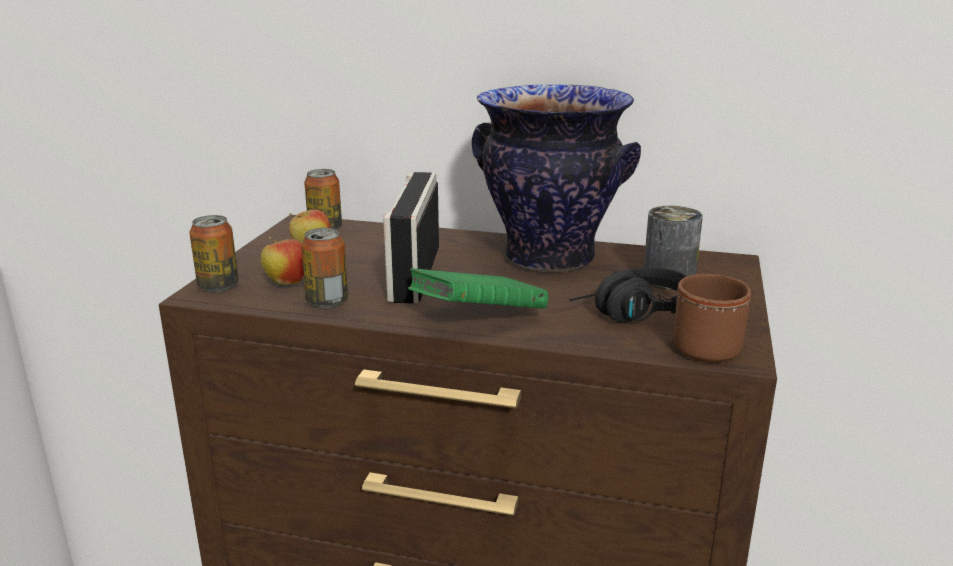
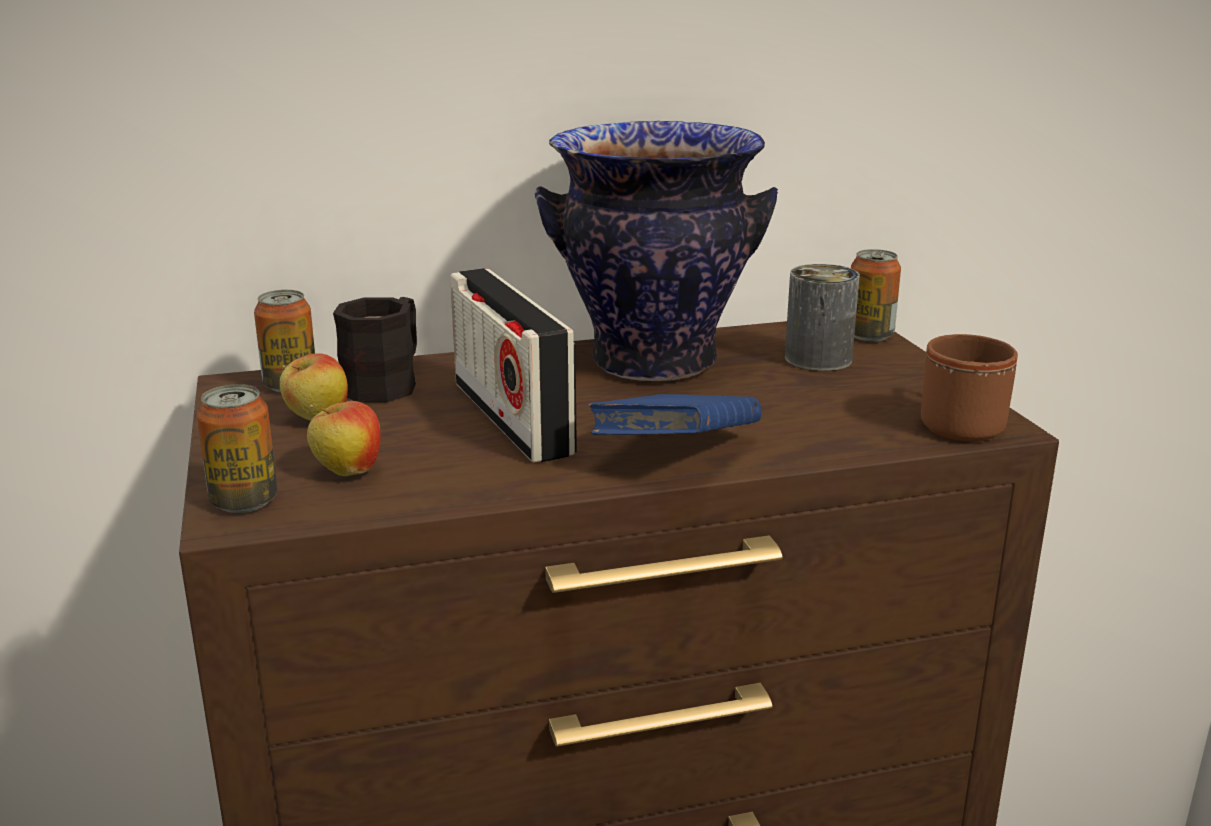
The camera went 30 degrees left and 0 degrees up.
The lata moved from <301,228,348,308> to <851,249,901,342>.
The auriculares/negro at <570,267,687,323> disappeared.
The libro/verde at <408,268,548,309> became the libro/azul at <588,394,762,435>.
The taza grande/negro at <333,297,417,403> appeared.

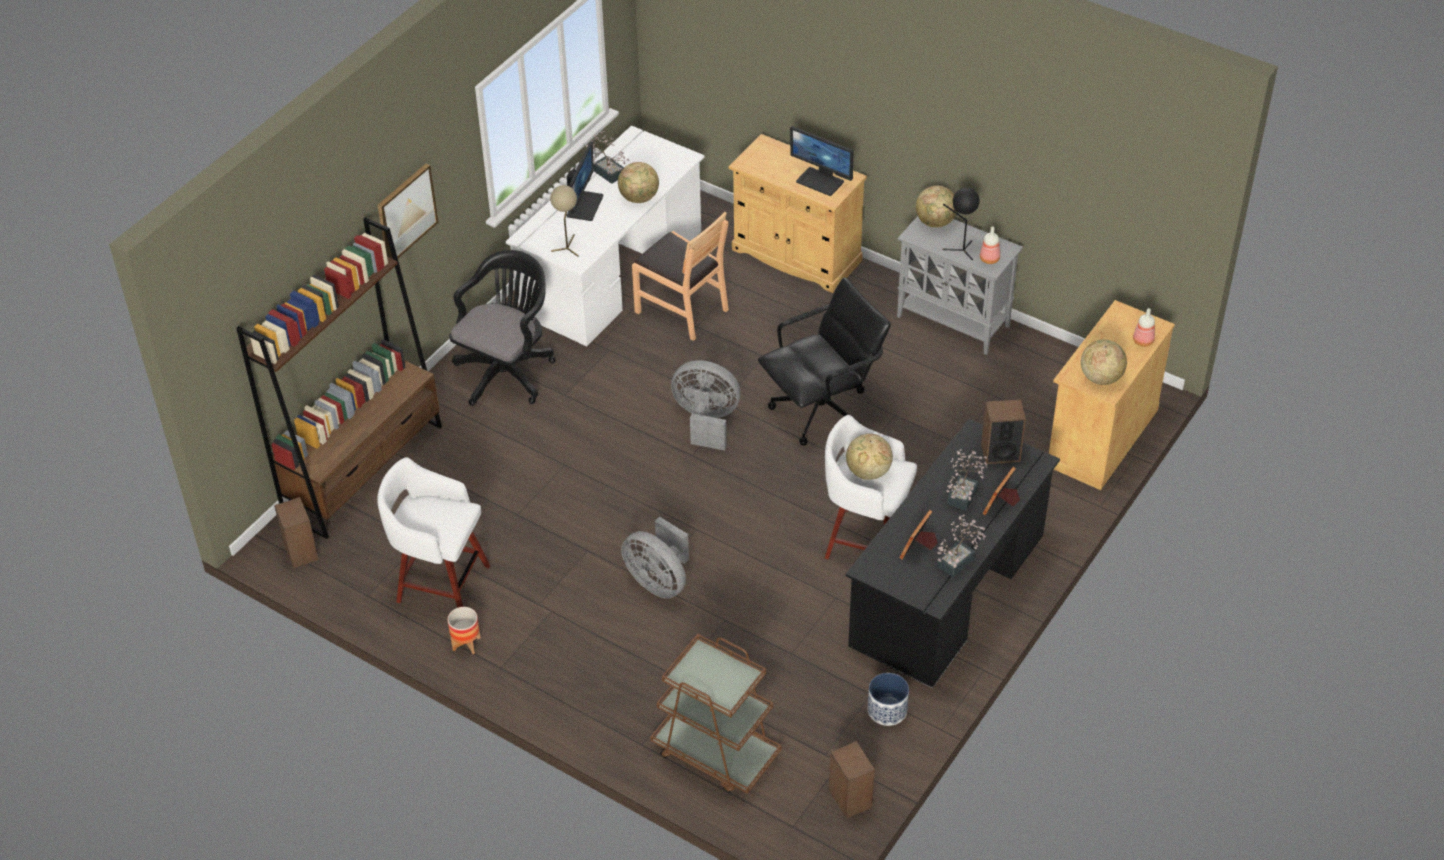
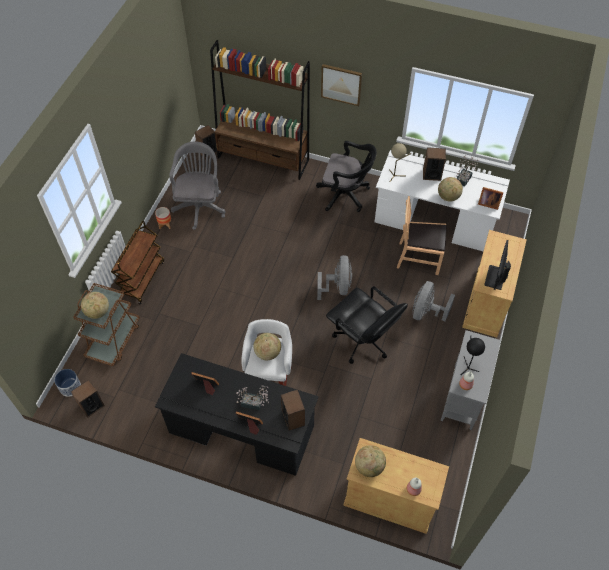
The camera went 75 degrees right and 10 degrees up.
The monitor at <567,141,603,221> was replaced by the altavoz at <423,147,446,181>.
The globo terráqueo moved from <916,186,957,228> to <81,292,109,319>.
The silla/marrón at <632,212,729,341> turned 75 degrees clockwise.
The taburete/blanco at <377,457,490,608> was replaced by the silla de oficina/gris at <169,142,226,230>.
The planta en maceta at <937,515,986,577> disappeared.
The ventilador/gris moved from <621,517,689,598> to <413,281,455,321>.
The maceta moved from <868,673,909,726> to <54,369,81,397>.
The portarretratos at <478,187,504,210> appeared.
The carrito/marrón at <111,221,164,304> appeared.

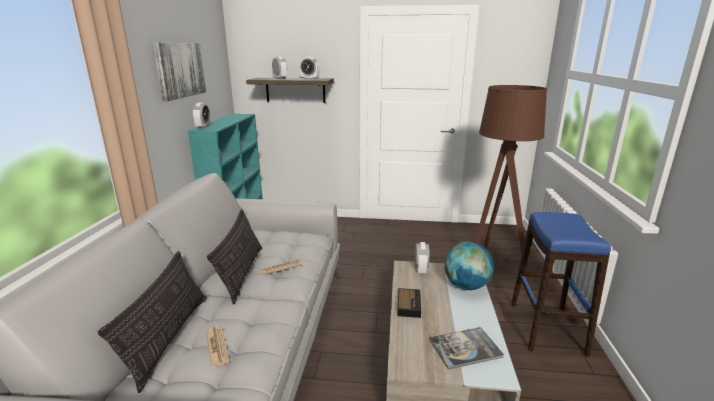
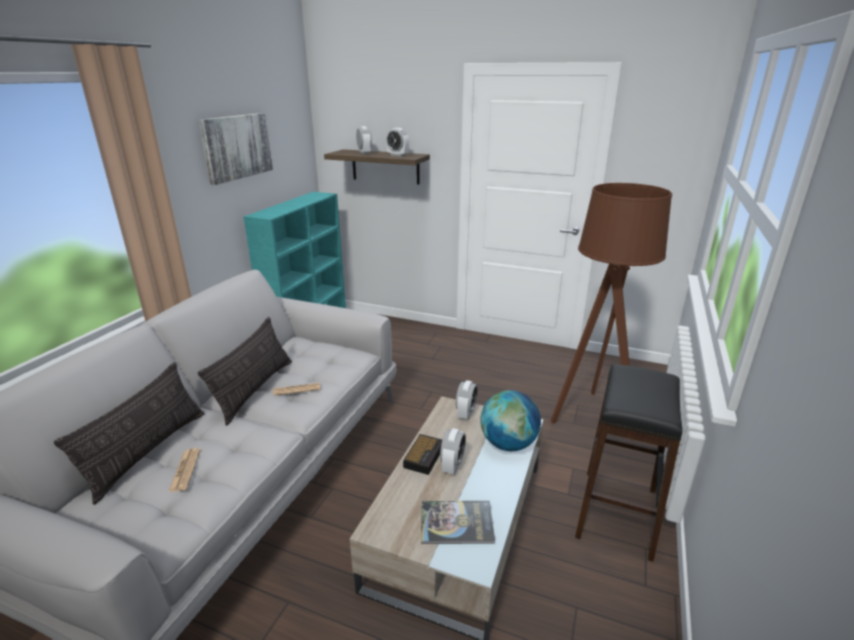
The camera went 15 degrees right and 5 degrees up.
The despertador moved from <192,103,210,129> to <440,428,466,474>.
The taburete/azul at <511,212,611,357> became the taburete/negro at <575,364,682,562>.

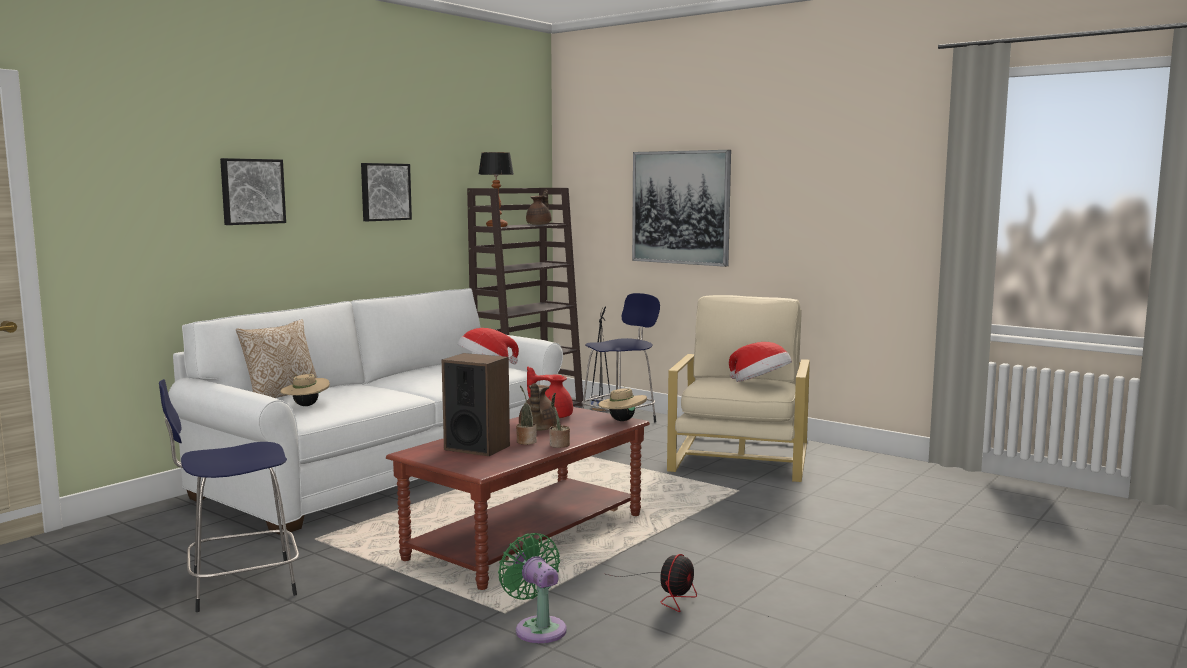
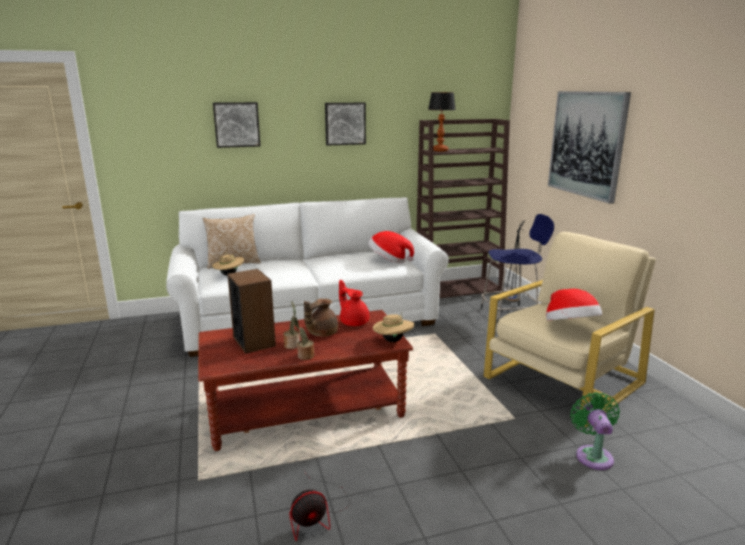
The camera went 35 degrees right and 10 degrees up.
The tetera/marrón at <526,190,552,225> disappeared.
The taburete/azul at <159,379,299,612> disappeared.
The ventilador/verde moved from <498,533,567,643> to <570,392,620,470>.

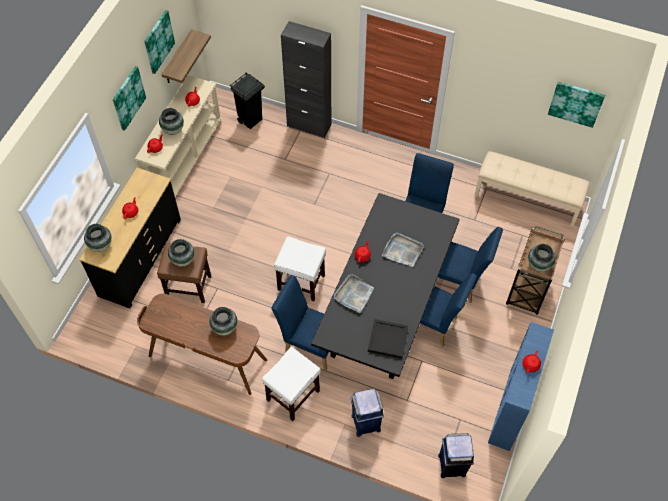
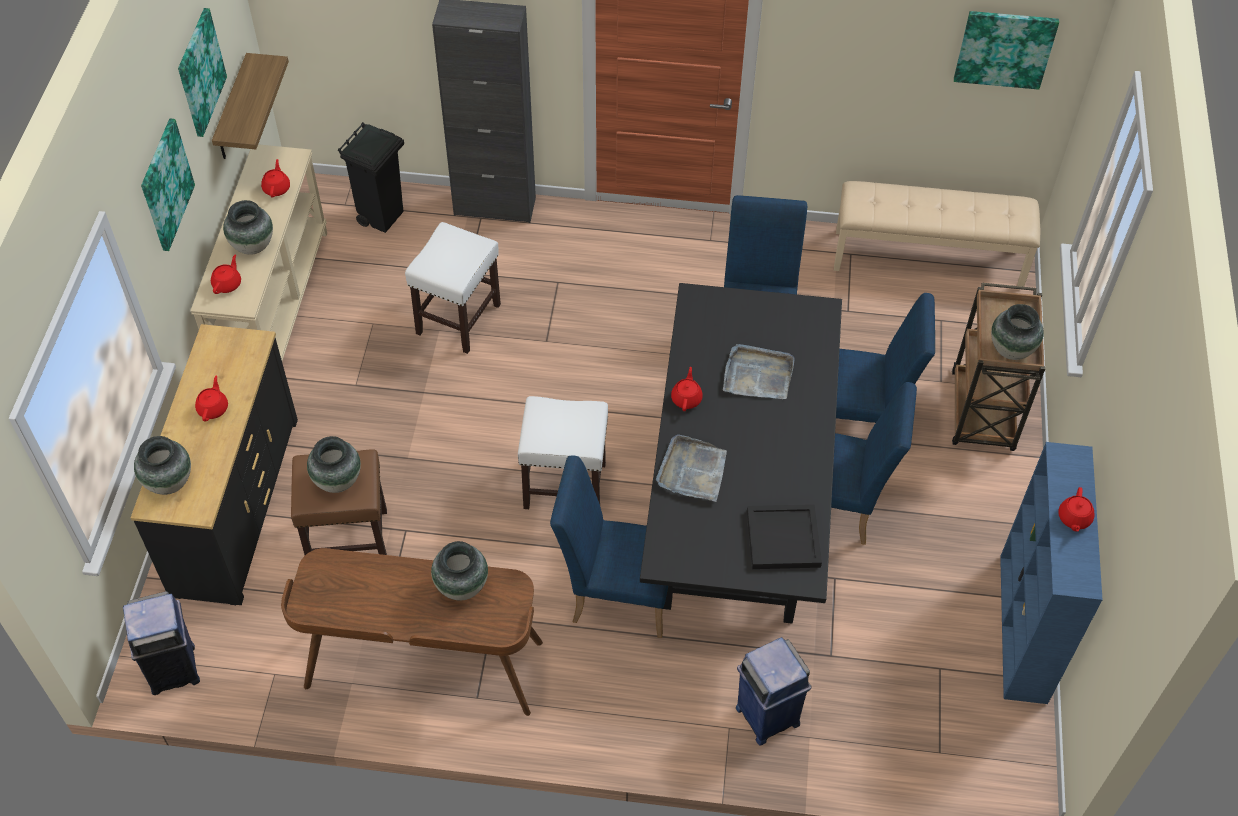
The camera went 15 degrees left and 5 degrees down.
The taburete/blanco moved from <262,347,321,421> to <405,222,501,354>.
The papelera/azul moved from <438,433,474,478> to <123,591,200,695>.

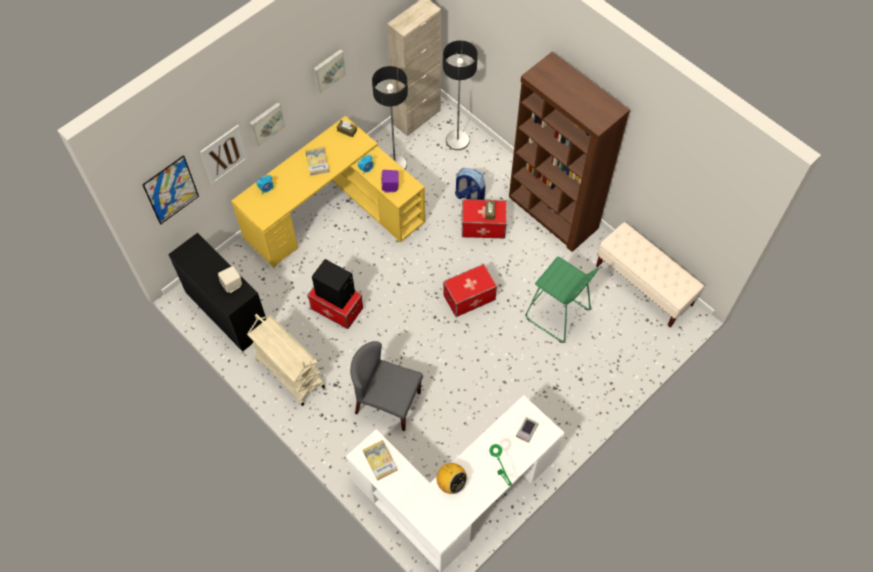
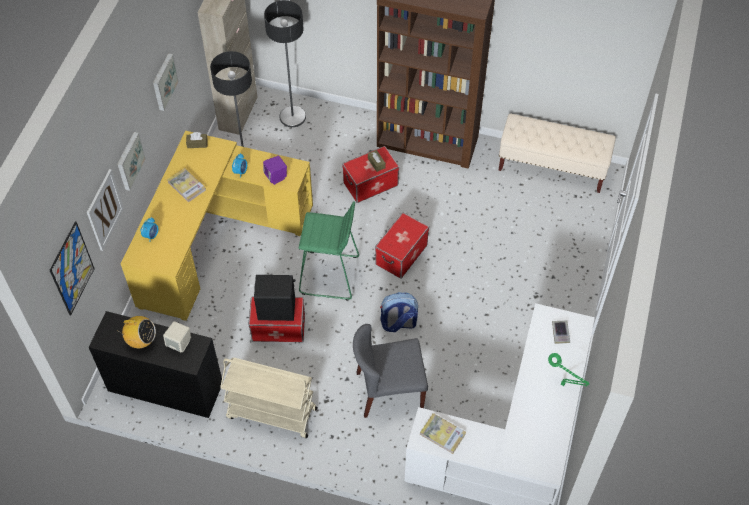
The camera went 30 degrees left and 5 degrees down.
The mochila moved from <455,168,485,200> to <380,292,418,332>.
The taburete/verde moved from <526,257,599,343> to <299,201,359,301>.
The radio moved from <434,463,467,494> to <117,316,156,348>.

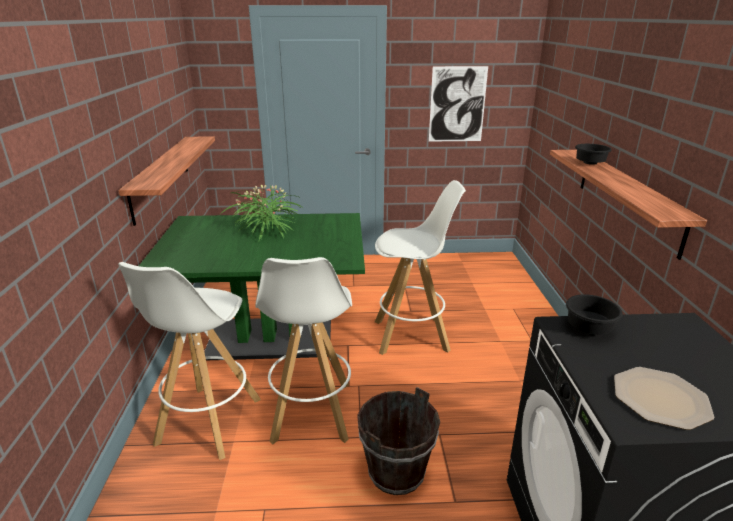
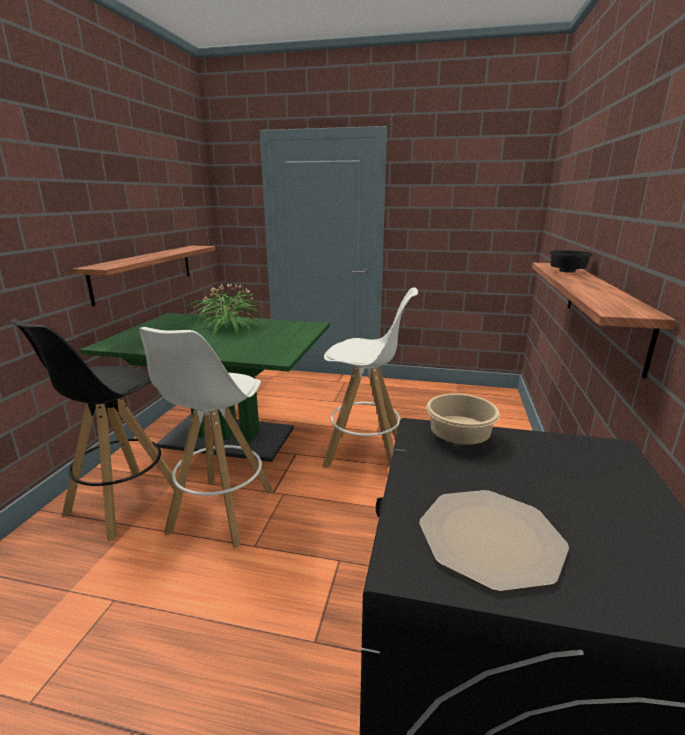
The camera went 15 degrees right and 5 degrees down.
The cuadro at <429,66,488,142> disappeared.
The taburete/blanco at <118,262,261,460> became the taburete/negro at <11,319,177,541>.
The cuenco/negro at <566,294,623,335> became the cuenco/beis at <426,393,500,445>.
The cubo/marrón at <357,387,440,495> disappeared.

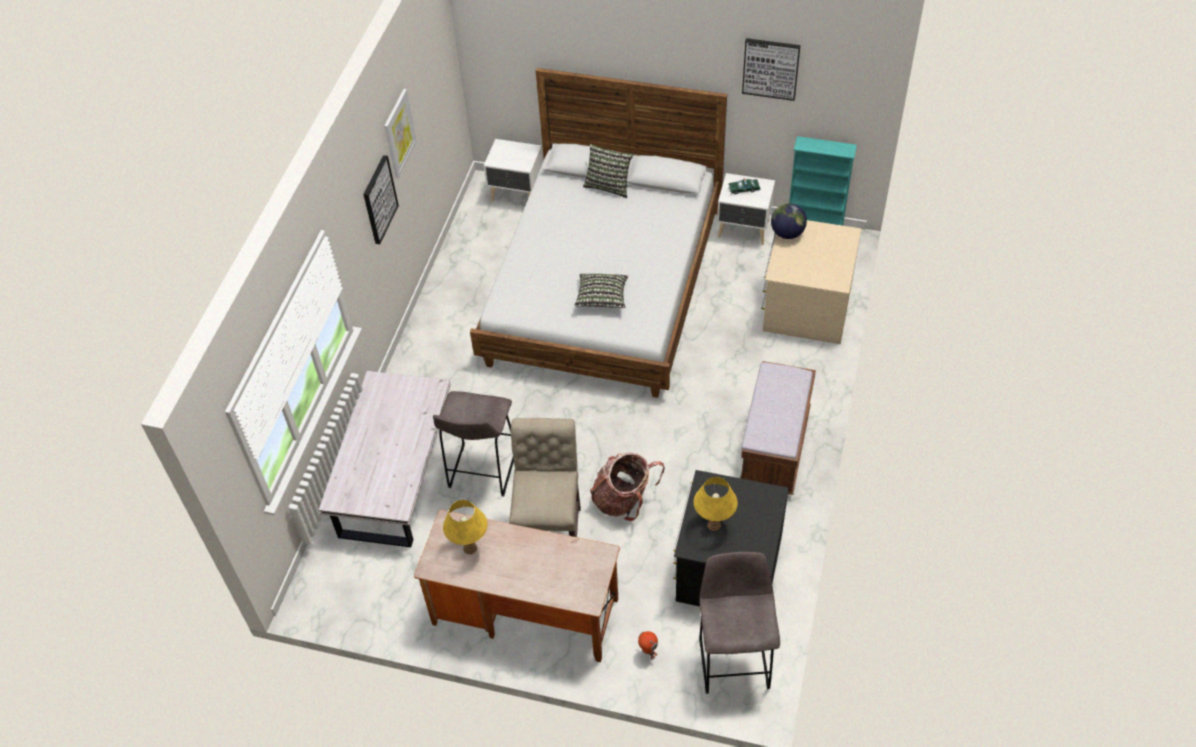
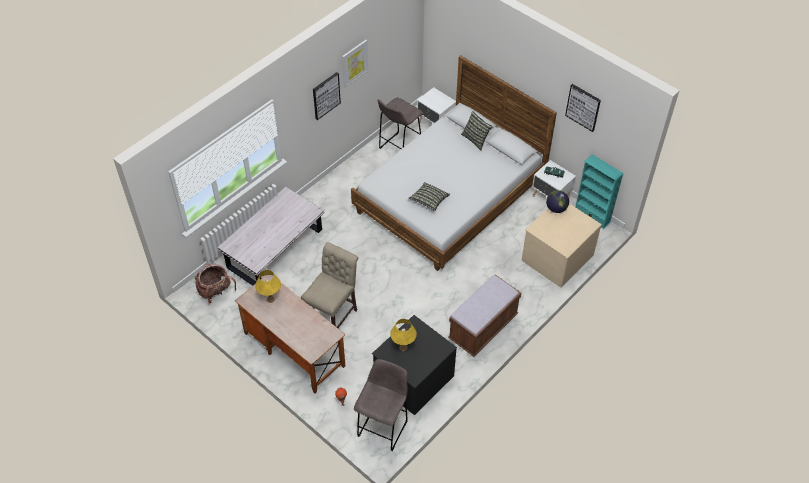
The camera went 25 degrees right and 0 degrees up.
The taburete/gris moved from <433,391,514,496> to <377,98,424,149>.
The mochila moved from <590,452,665,521> to <195,264,236,304>.

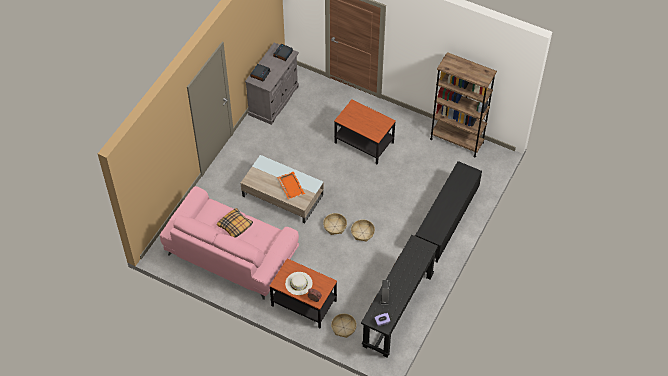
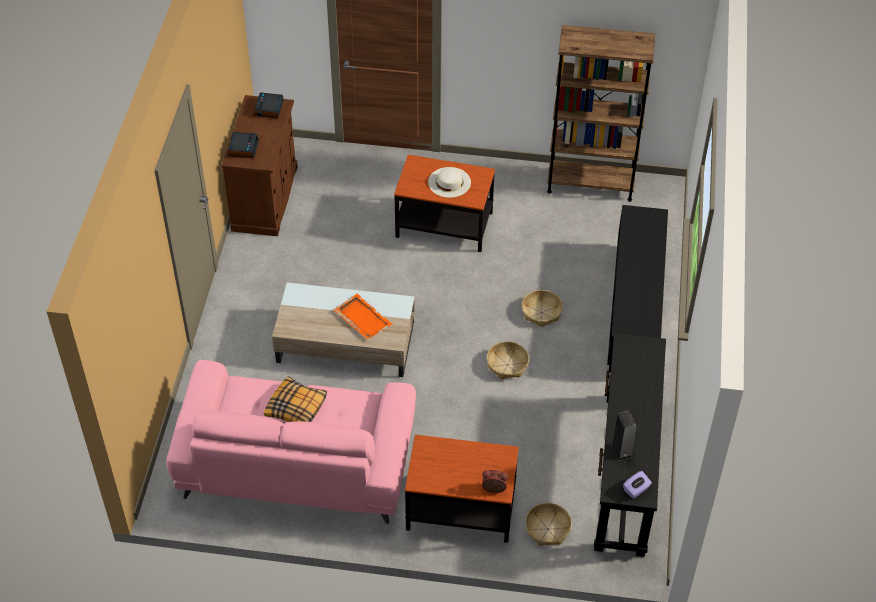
The camera went 20 degrees left and 5 degrees down.
The armario/gris at <245,43,299,125> became the armario/marrón at <222,95,298,236>.
The cesta moved from <323,213,347,235> to <522,290,563,327>.
The sombrero/blanco moved from <285,272,312,295> to <428,167,471,198>.

